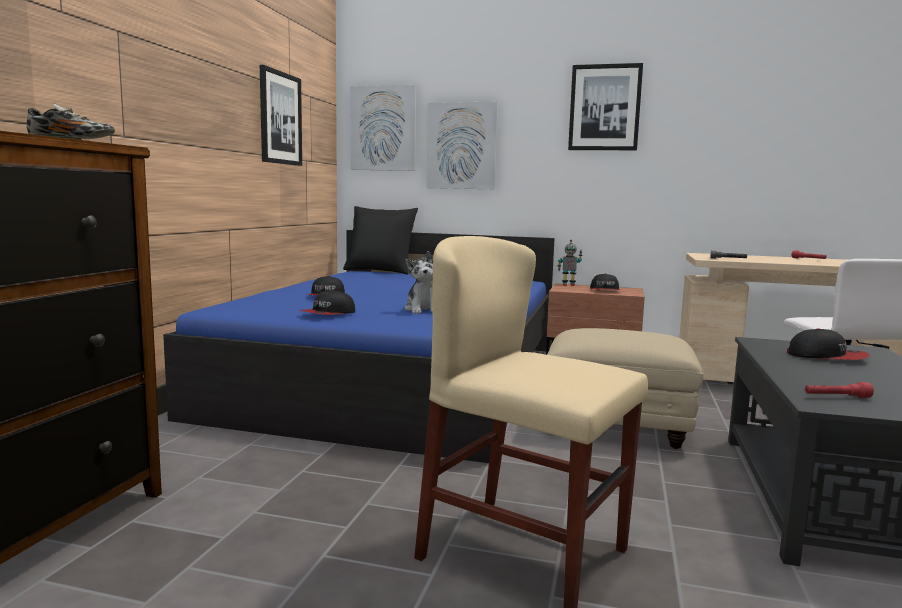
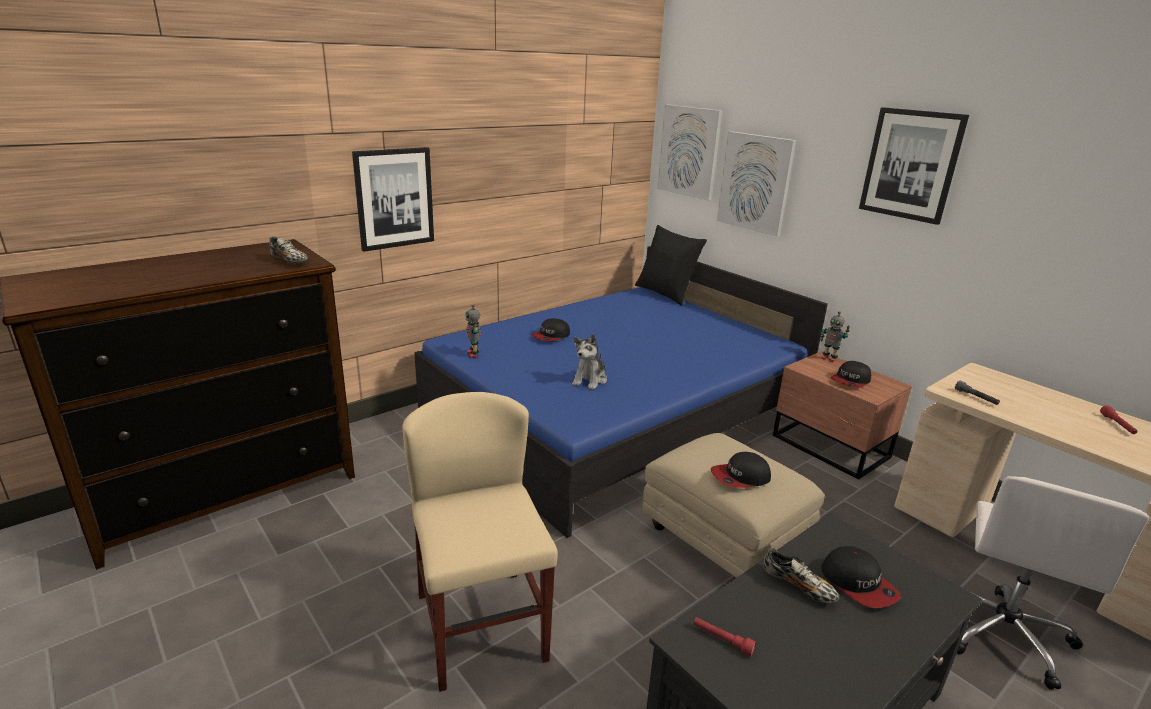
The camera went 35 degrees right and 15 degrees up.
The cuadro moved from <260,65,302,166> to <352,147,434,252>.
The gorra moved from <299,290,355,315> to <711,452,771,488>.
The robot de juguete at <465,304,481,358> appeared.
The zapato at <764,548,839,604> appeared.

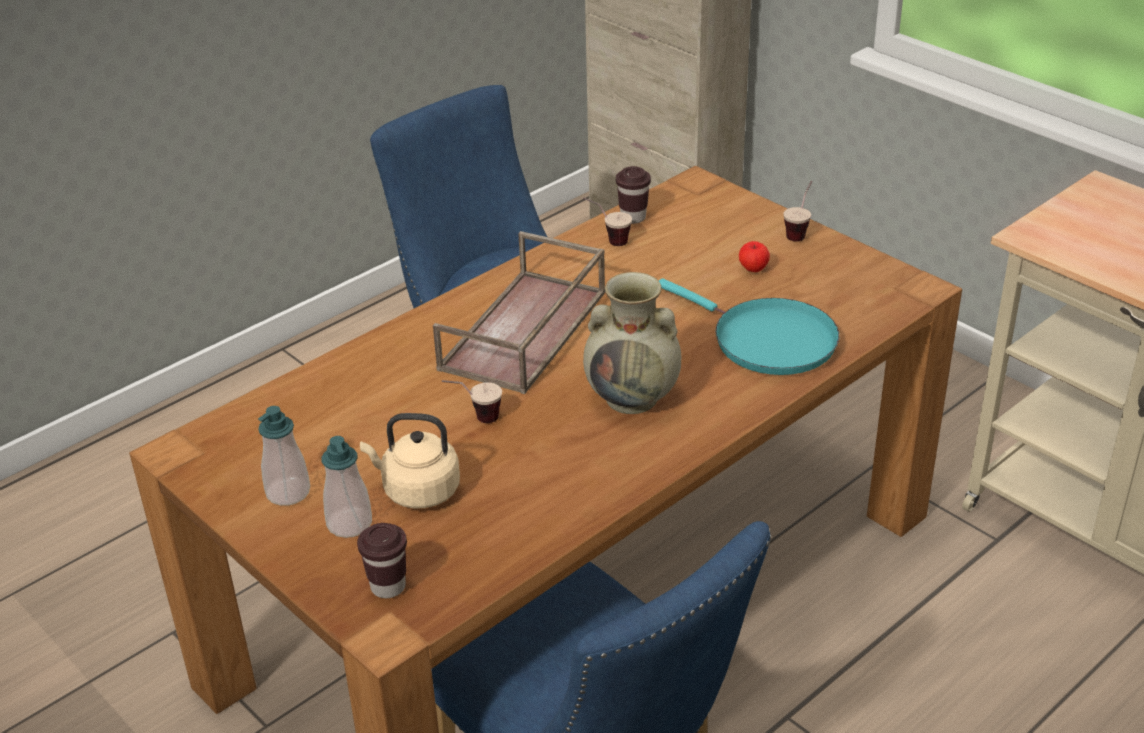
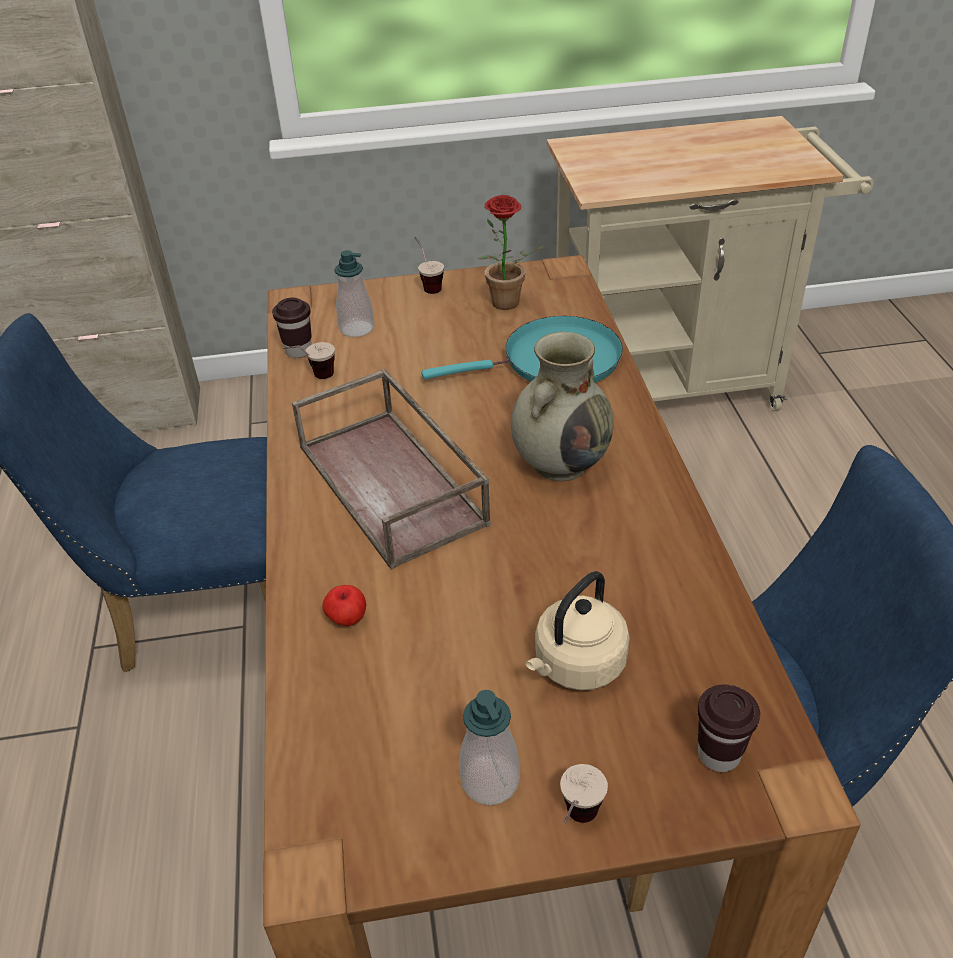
The camera went 55 degrees left and 5 degrees up.
The manzana moved from <739,241,770,272> to <322,585,366,626>.
The taza moved from <442,380,502,423> to <560,764,608,823>.
The dispensador de jabón moved from <322,436,372,538> to <335,250,375,337>.
The planta en maceta at <478,195,544,310> appeared.

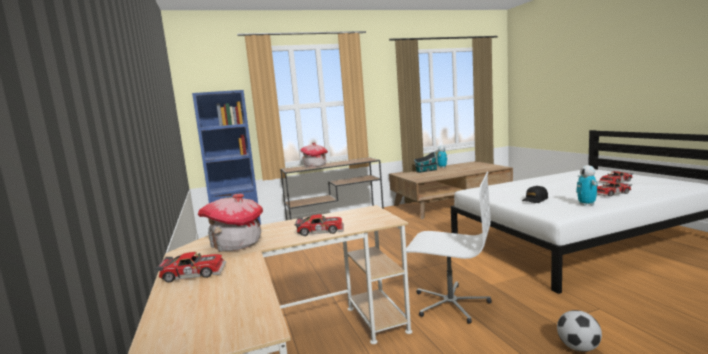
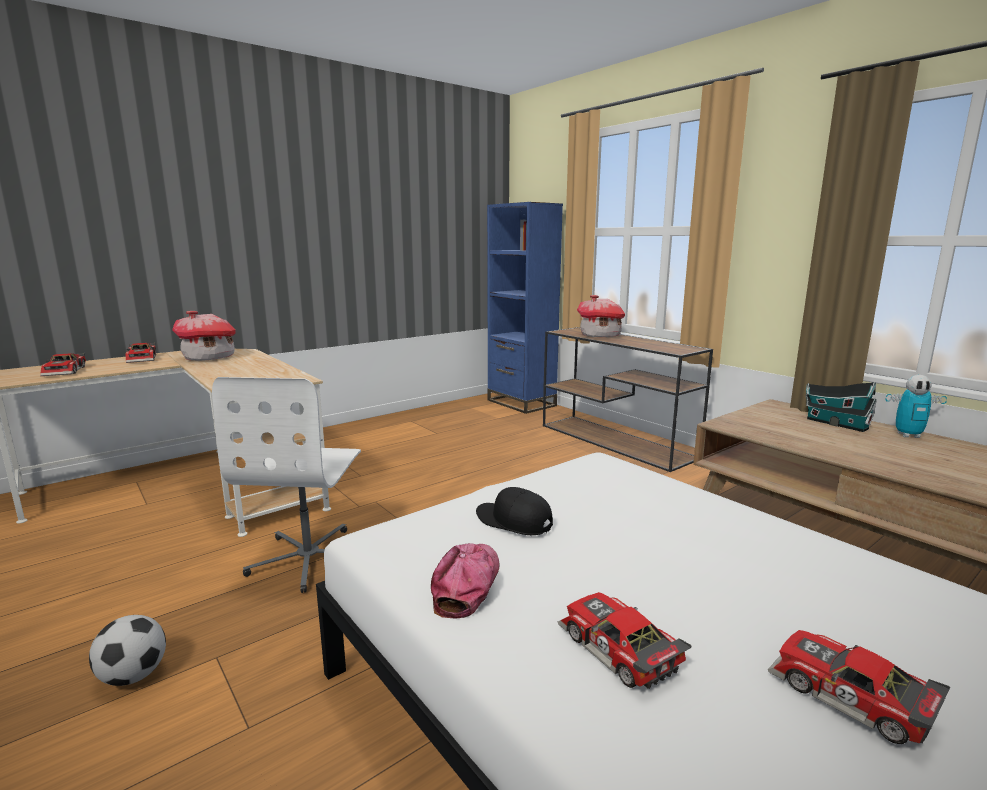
The camera went 70 degrees right and 5 degrees up.
The robot de juguete at <576,165,598,206> was replaced by the gorra at <431,543,500,618>.
The coche de juguete moved from <295,214,344,236> to <40,353,86,376>.

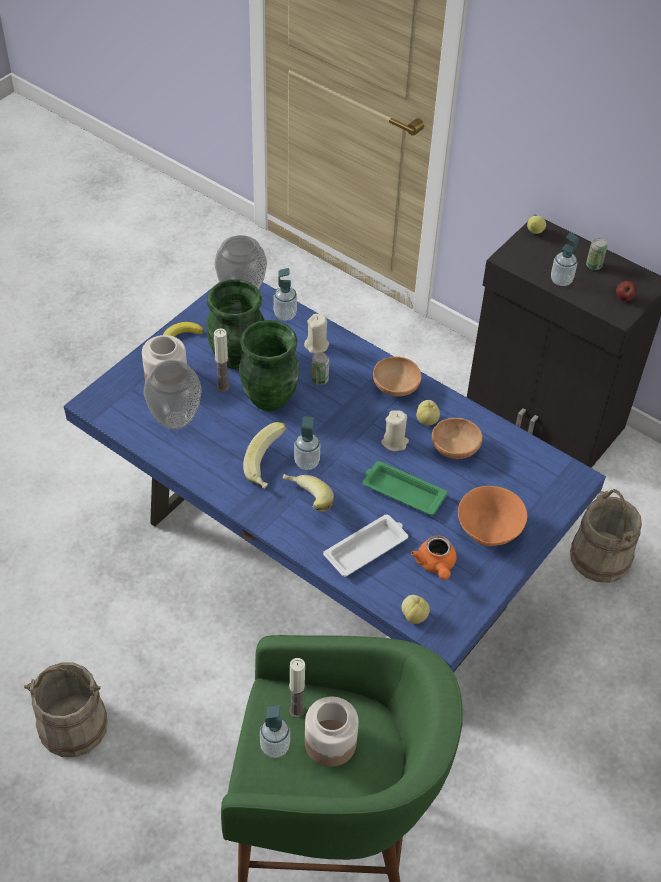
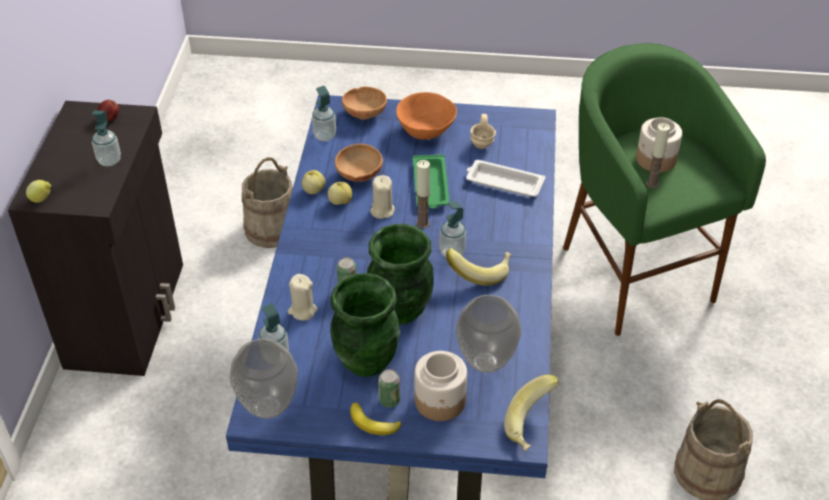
The camera went 120 degrees left and 5 degrees down.
The lata moved from <586,238,607,270> to <378,369,400,408>.
The vela moved from <214,329,230,392> to <416,160,430,229>.
The cuenco/marrón moved from <373,356,422,397> to <342,87,387,120>.
The plátano moved from <283,474,334,512> to <504,375,559,451>.
The tetera/naranja at <411,536,457,580> was replaced by the taza grande/beis at <470,114,496,149>.
The manzana moved from <401,595,430,624> to <302,170,325,194>.
The dispensador de jabón moved from <260,705,290,758> to <312,86,336,141>.

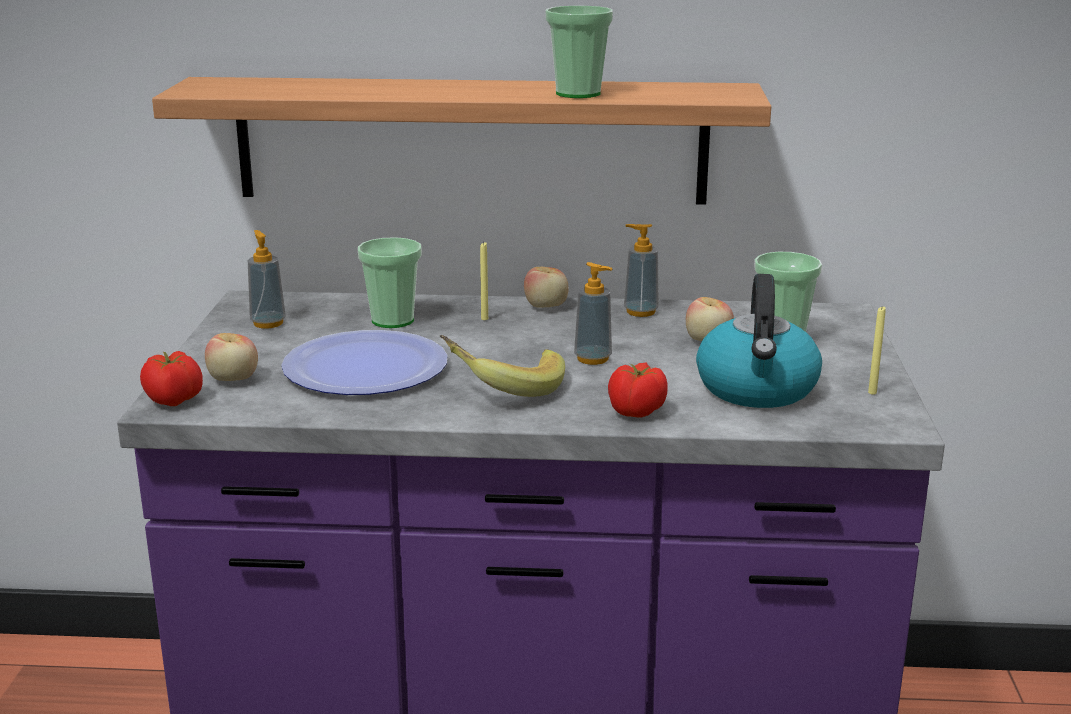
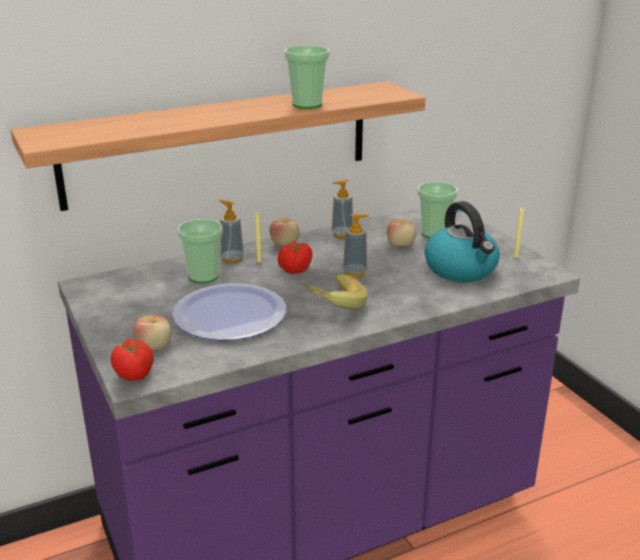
The camera went 30 degrees left and 5 degrees up.
The dispensador de jabón moved from <248,230,286,329> to <219,200,244,263>.
The tomate moved from <608,363,668,417> to <278,241,312,274>.

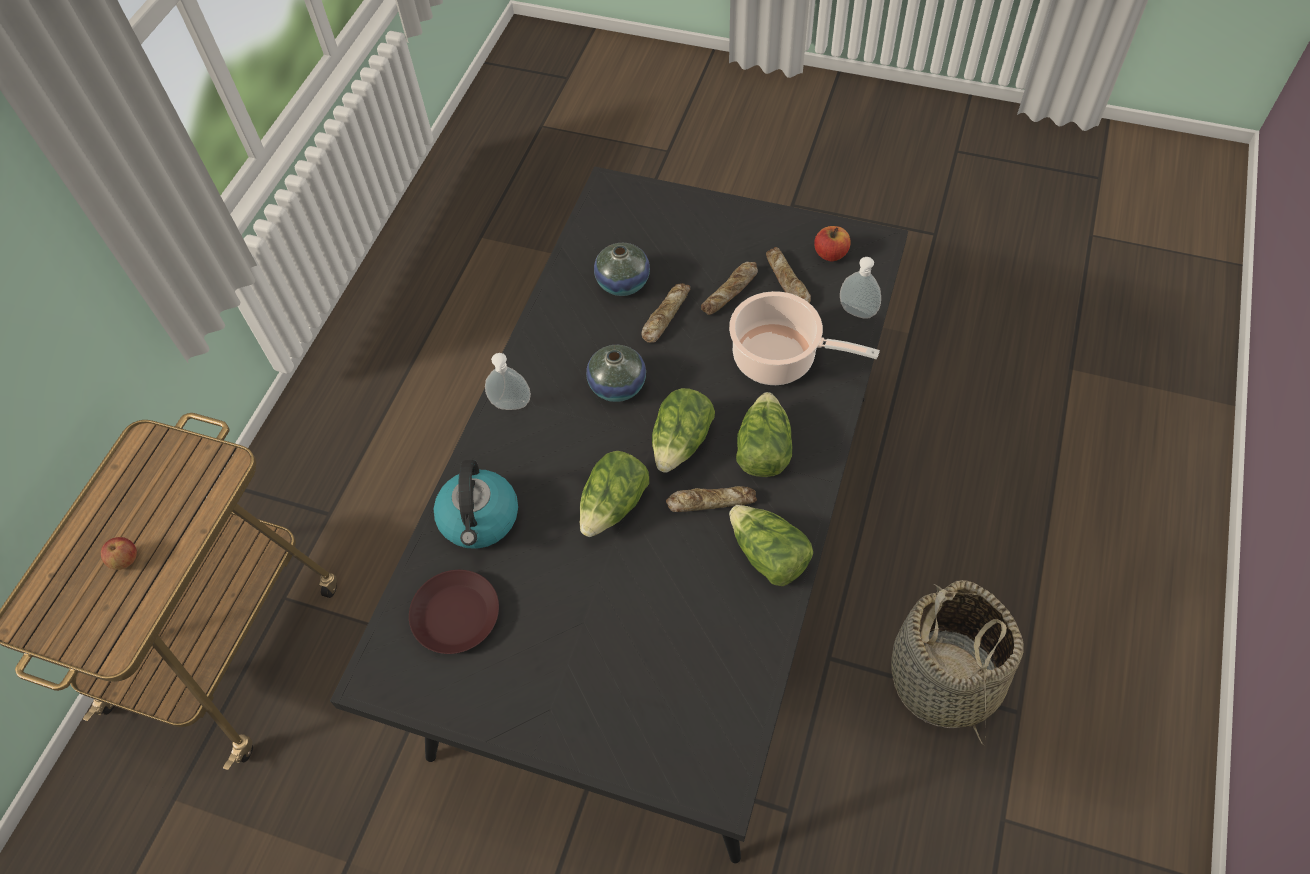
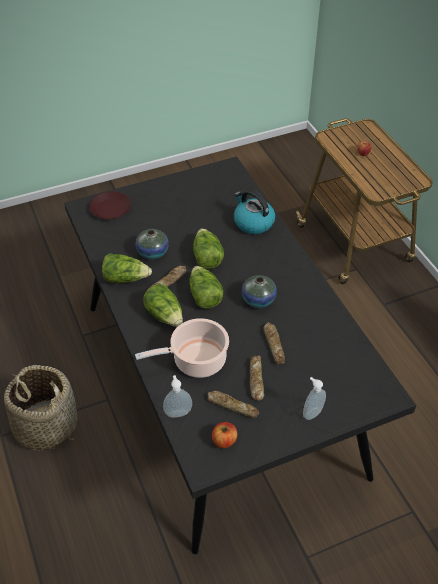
The camera went 135 degrees right and 10 degrees down.
The florero moved from <594,243,650,296> to <135,229,169,259>.
The dispensador de jabón moved from <485,353,531,410> to <303,377,326,420>.
The plato/marrón moved from <409,570,499,654> to <89,192,131,219>.

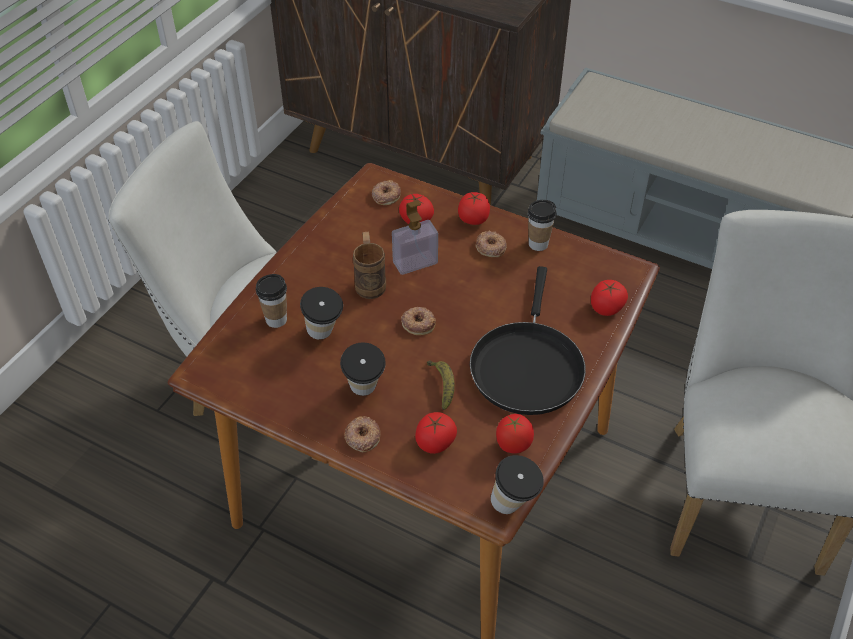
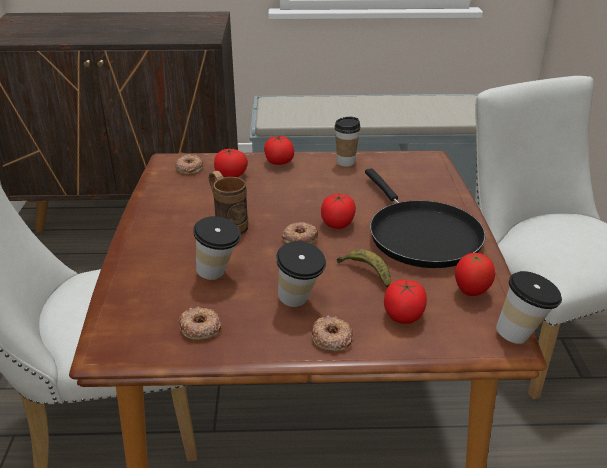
The camera went 30 degrees left and 15 degrees down.
The dispensador de jabón at <392,200,438,275> disappeared.
The rosquilla moved from <476,230,506,257> to <179,307,221,340>.
The taza at <256,274,287,328> disappeared.
The tomate moved from <591,280,628,316> to <321,194,356,229>.

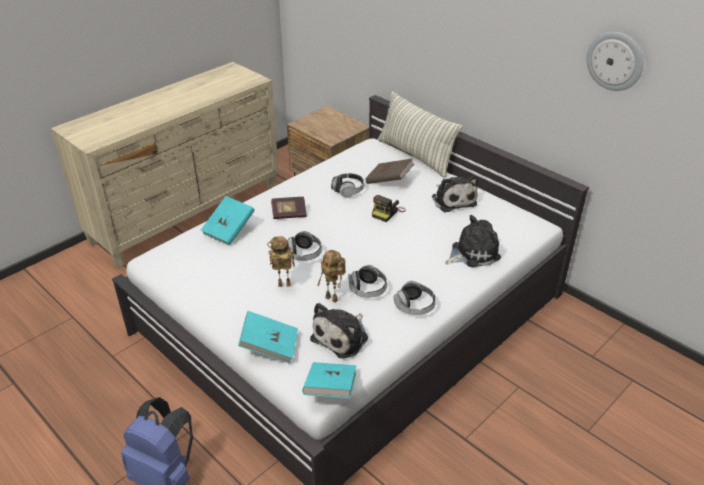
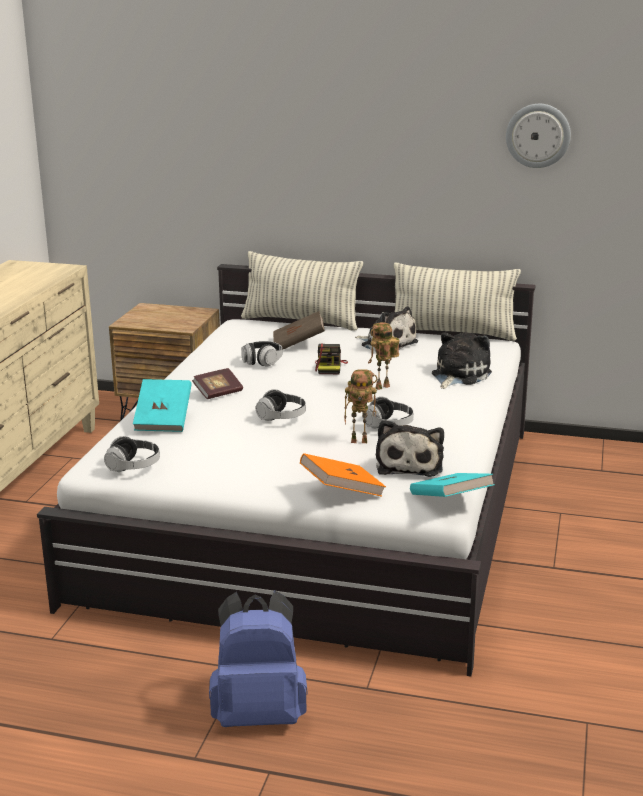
The camera went 30 degrees left and 15 degrees down.
The robot de juguete moved from <267,236,295,287> to <368,322,400,390>.
The auriculares moved from <394,281,436,315> to <104,436,160,472>.
The libro/turquesa at <238,311,298,364> became the libro/naranja at <300,453,386,497>.
The cojín at <394,262,521,341> appeared.

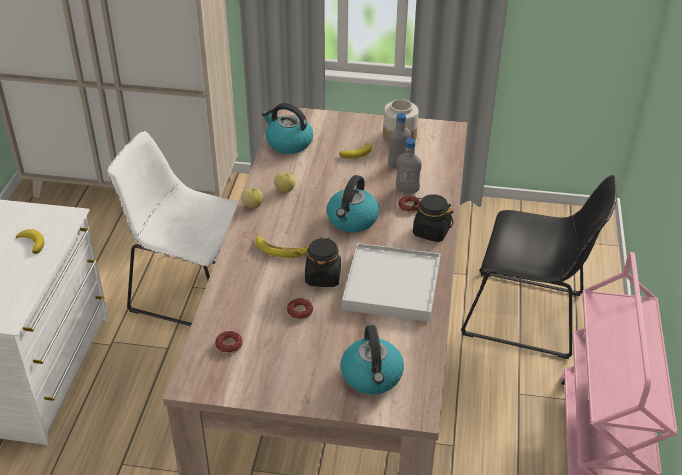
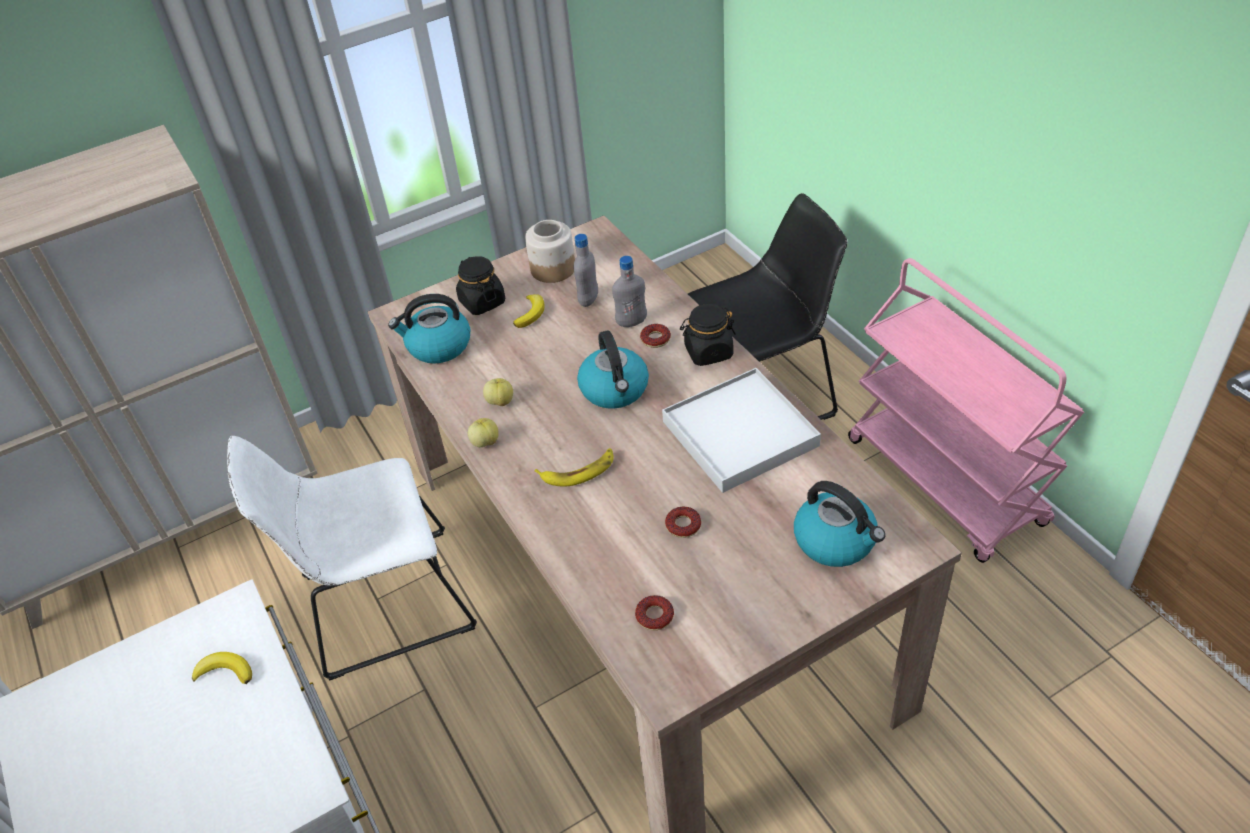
The camera went 35 degrees left and 5 degrees up.
The tarro/negro moved from <305,238,341,287> to <456,256,505,315>.

